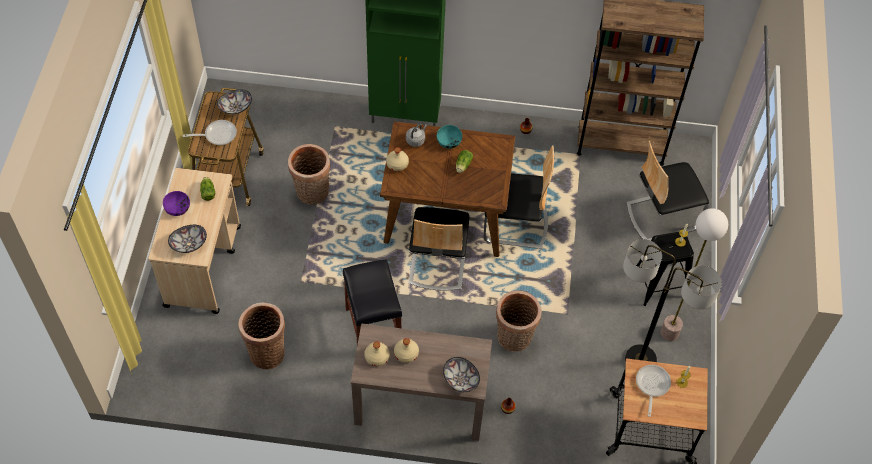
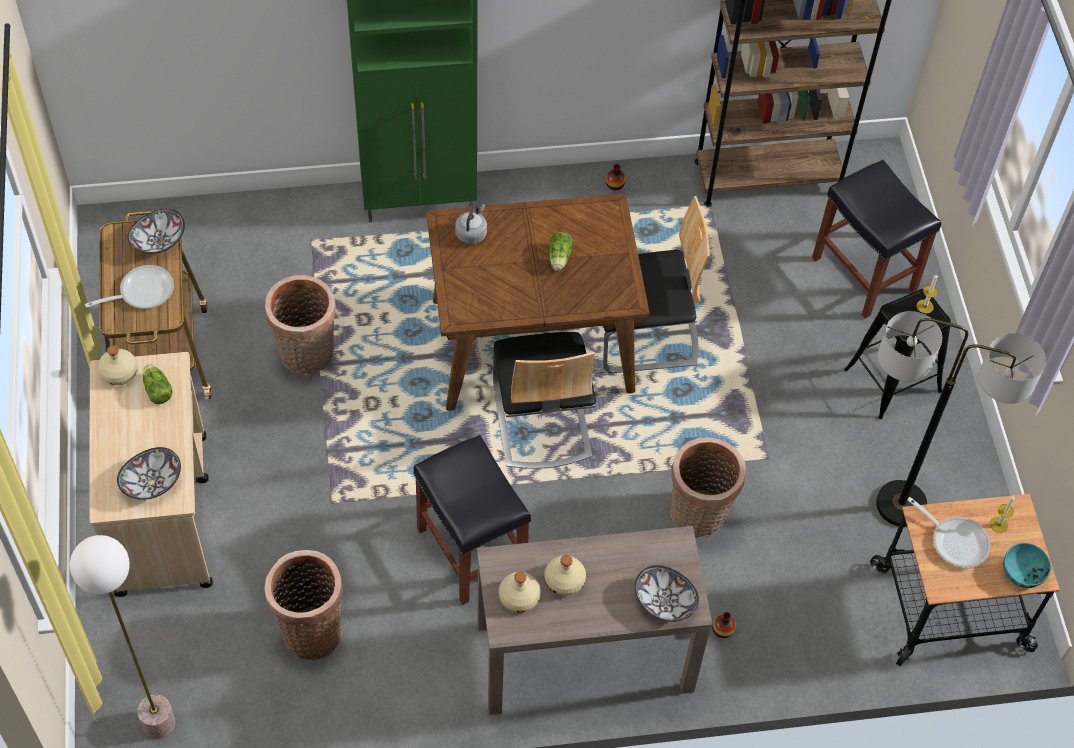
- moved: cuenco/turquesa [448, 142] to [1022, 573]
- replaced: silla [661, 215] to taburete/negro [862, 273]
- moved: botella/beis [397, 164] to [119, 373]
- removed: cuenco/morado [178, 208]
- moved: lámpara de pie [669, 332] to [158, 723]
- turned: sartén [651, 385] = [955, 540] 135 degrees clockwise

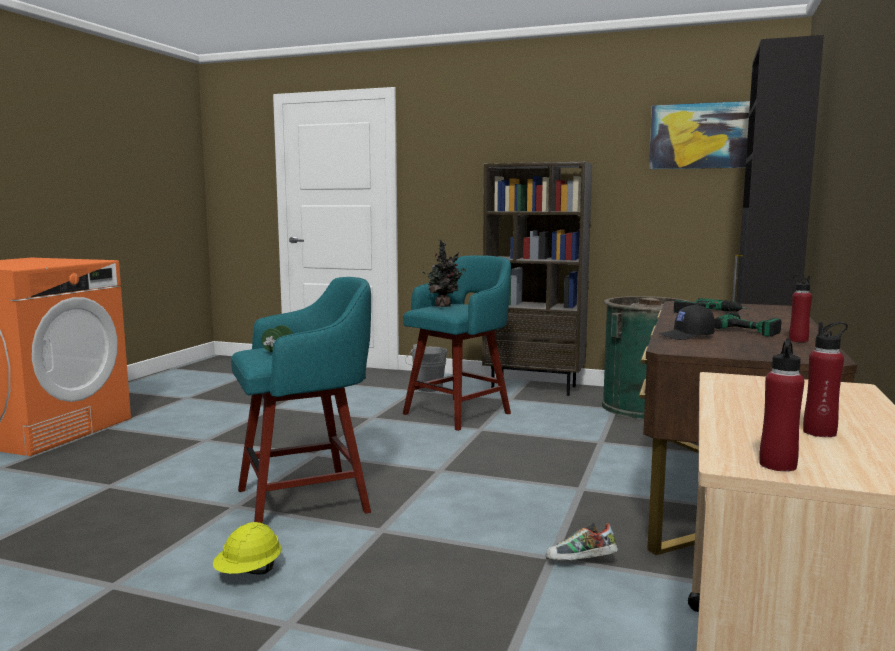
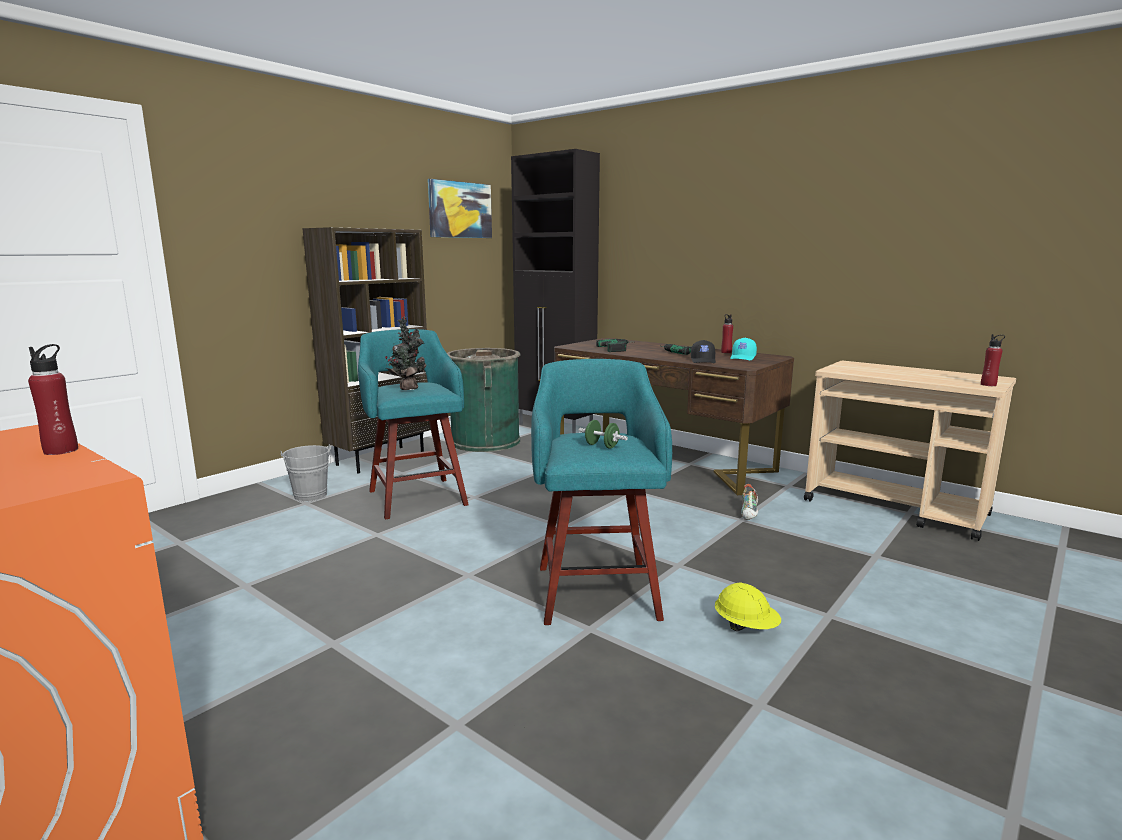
- moved: botella/rojo [819, 432] to [61, 450]
- added: gorra/turquesa [743, 358]

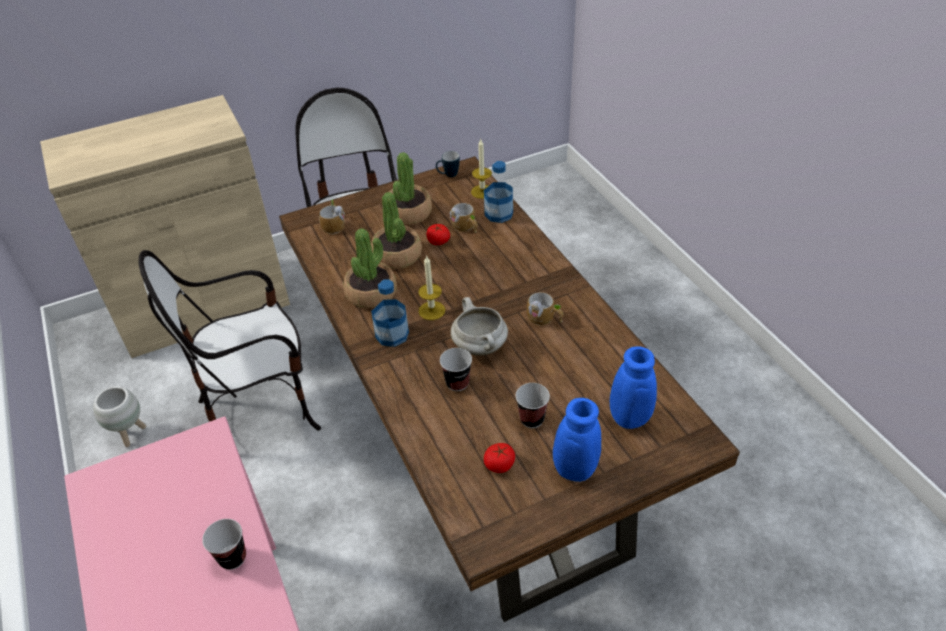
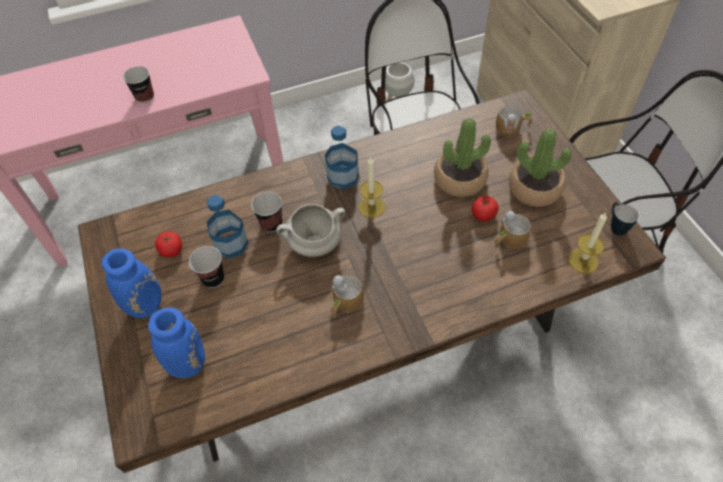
- moved: botella [499, 214] to [231, 244]
- removed: planta en maceta [371, 293]

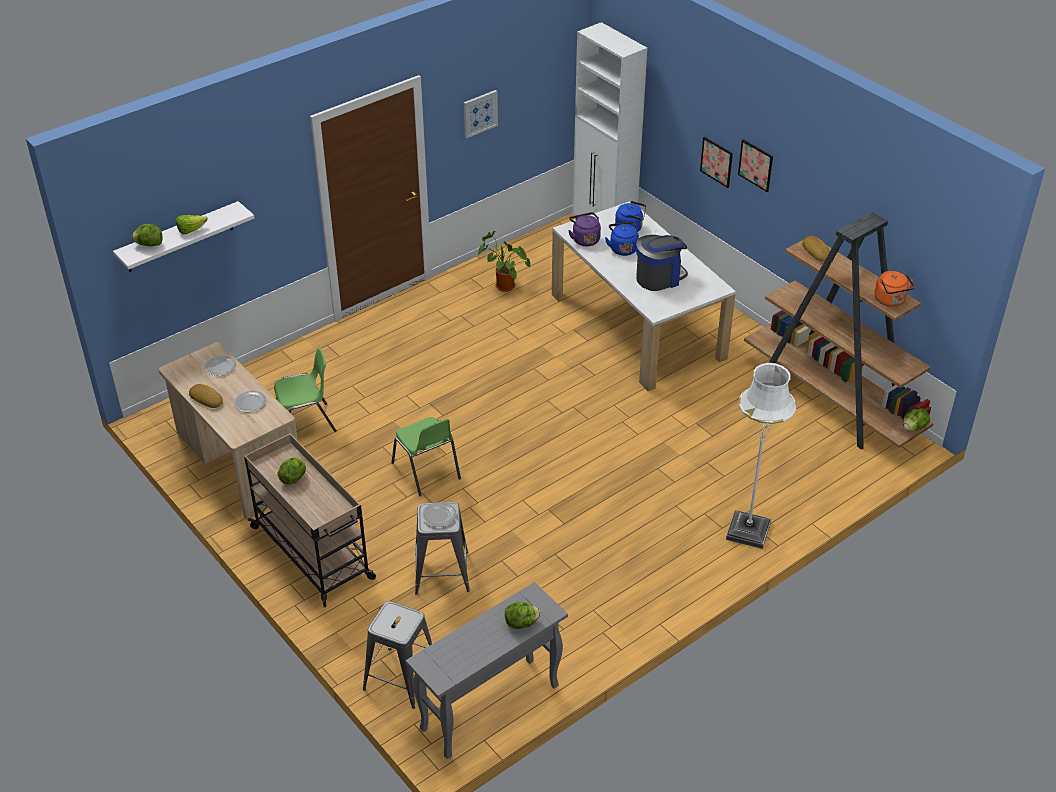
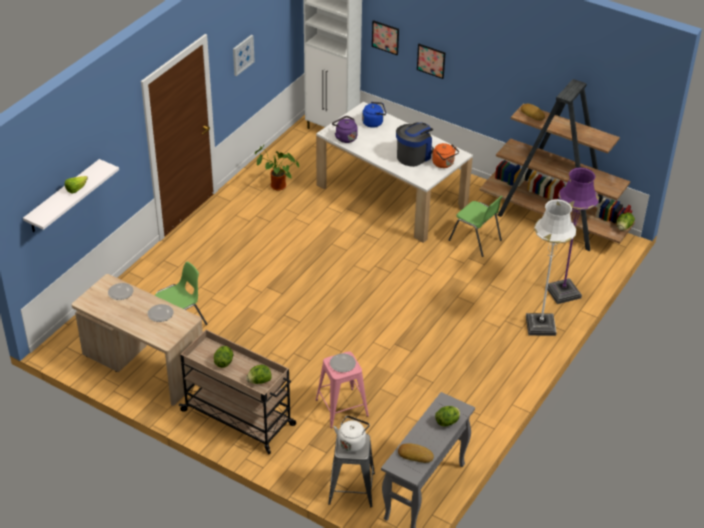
- moved: cuadro [755, 165] to [385, 37]
- removed: hervidor/azul [622, 248]
- moved: lechuga [149, 245] to [259, 381]
- moved: hervidor/naranja [890, 301] to [444, 164]
- moved: pan [207, 398] to [415, 454]
- moved: silla/verde [426, 471] to [475, 240]
- recoloured: taburete/gris [442, 572] to taburete/rosa [342, 408]
- added: lámpara de pie/morado [563, 292]
- added: hervidor/blanco [352, 442]

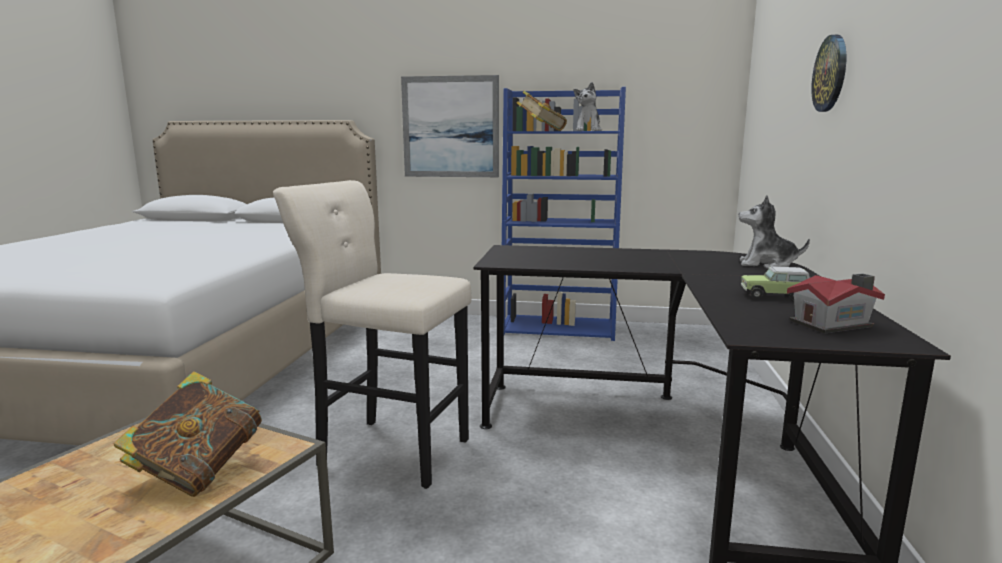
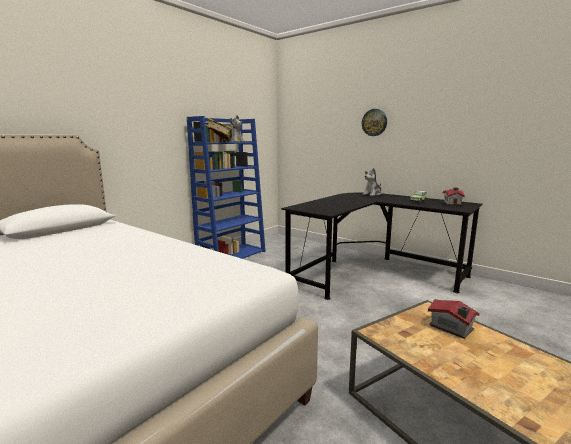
- removed: cuadro [450, 127]
- removed: taburete/beis [388, 450]
- replaced: libro [199, 472] to casita [452, 328]

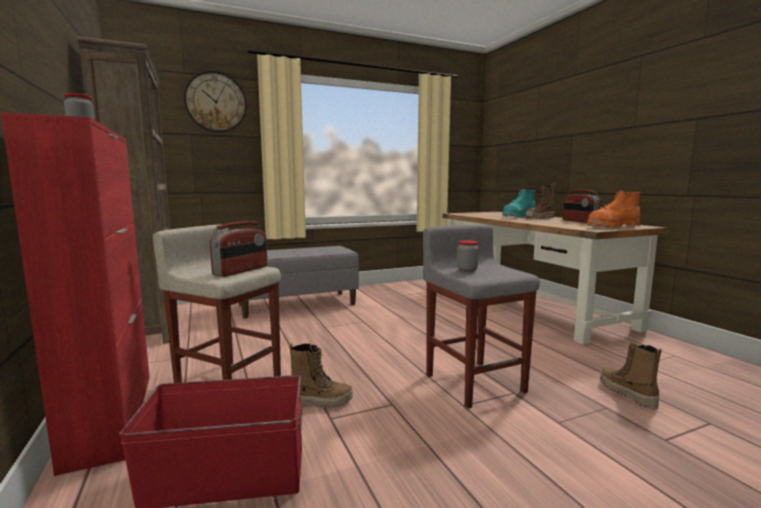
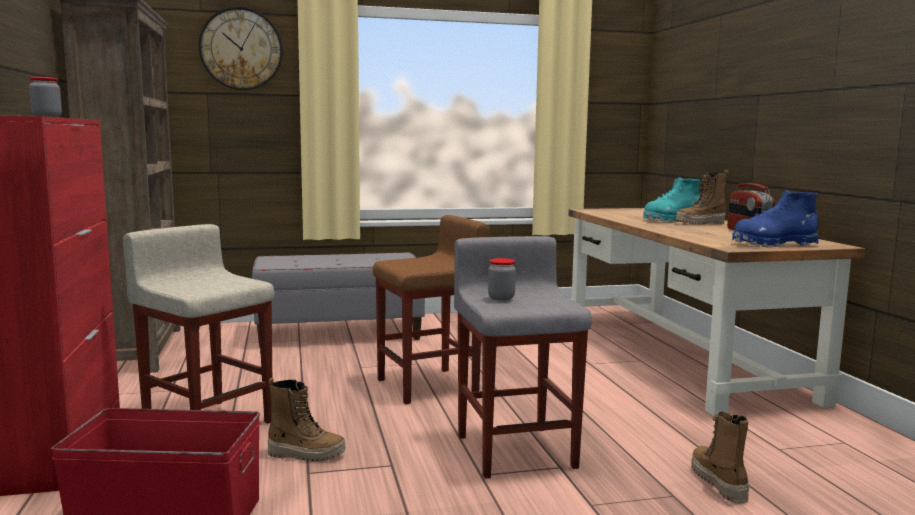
- recoloured: bota/naranja [612, 227] to bota/azul [773, 244]
- removed: radio [241, 271]
- added: taburete/marrón [429, 385]

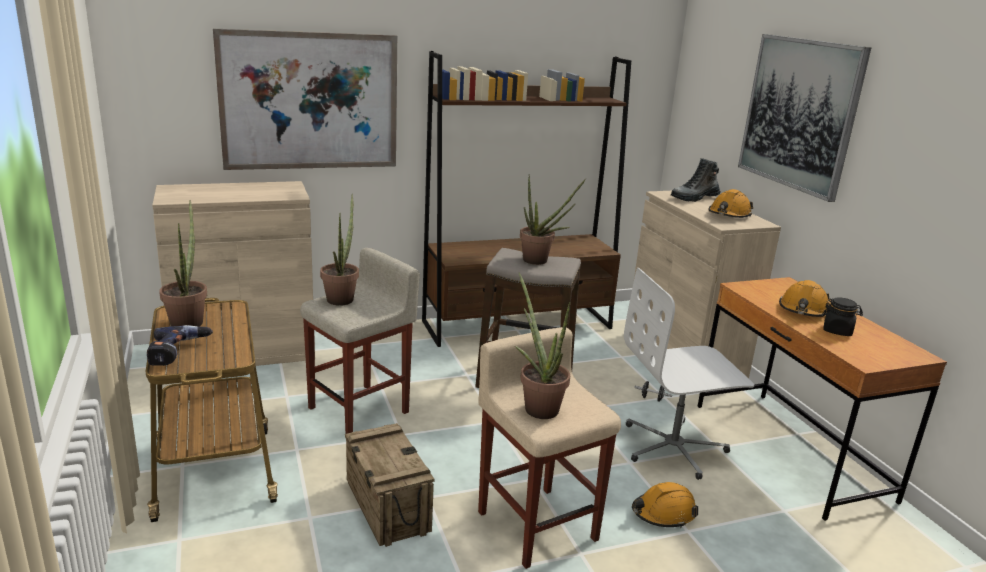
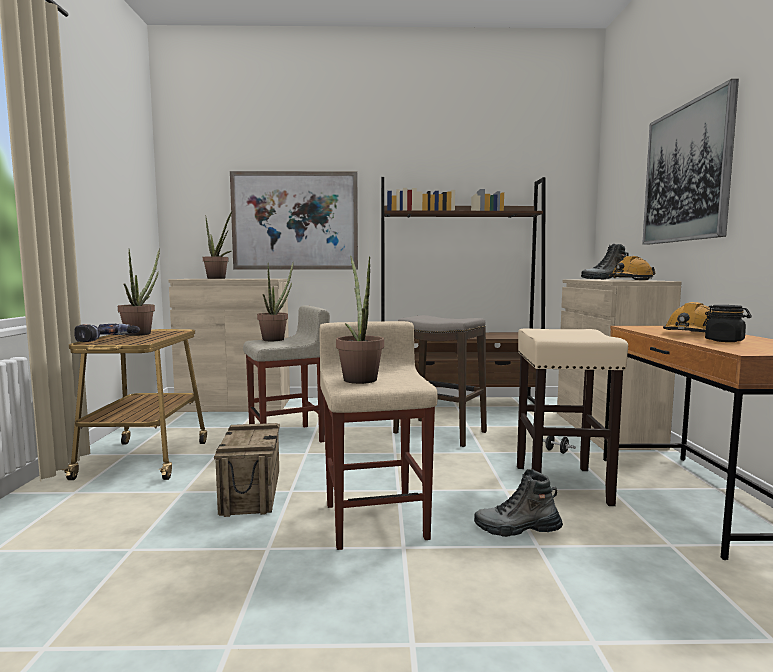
- moved: planta en maceta [540, 261] to [218, 278]
- replaced: silla de oficina/blanco [674, 447] to taburete/beis [560, 484]
- replaced: casco/naranja [663, 513] to bota [517, 529]

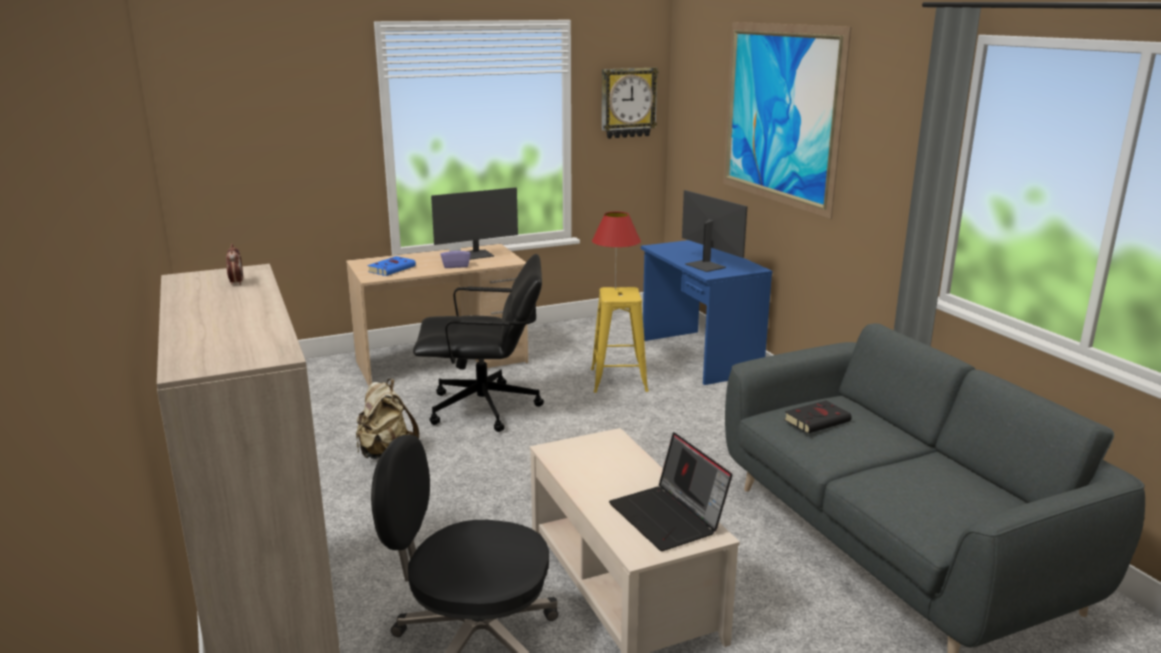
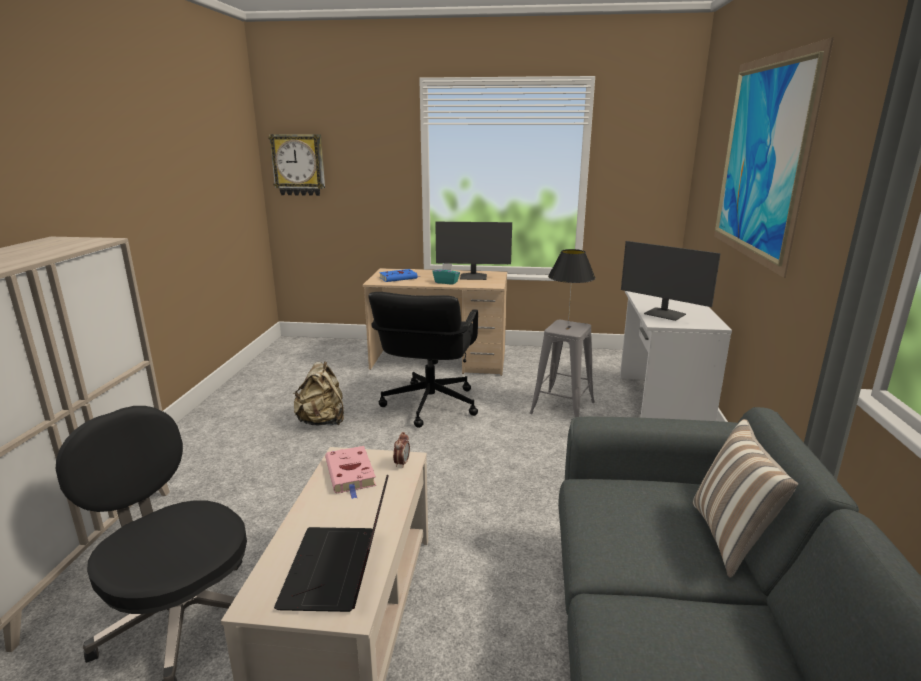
- moved: reloj de pared [628, 102] to [298, 165]
- turned: monitor [706, 265] = [664, 314] 135 degrees clockwise
- recoloured: lámpara de mesa/rojo [615, 289] to lámpara de mesa/negro [568, 323]
- recoloured: escritorio/azul [698, 356] to escritorio/blanco [659, 403]
- recoloured: caja de pañuelos/morado [455, 266] to caja de pañuelos/turquesa [446, 282]
- moved: despertador [236, 283] to [402, 463]
- turned: silla de oficina/negro [485, 408] = [429, 405] 75 degrees clockwise
- recoloured: taburete/amarillo [619, 380] to taburete/gris [562, 408]
- removed: libro/negro [818, 420]
- added: cojín [730, 538]
- added: libro/rosa [351, 474]

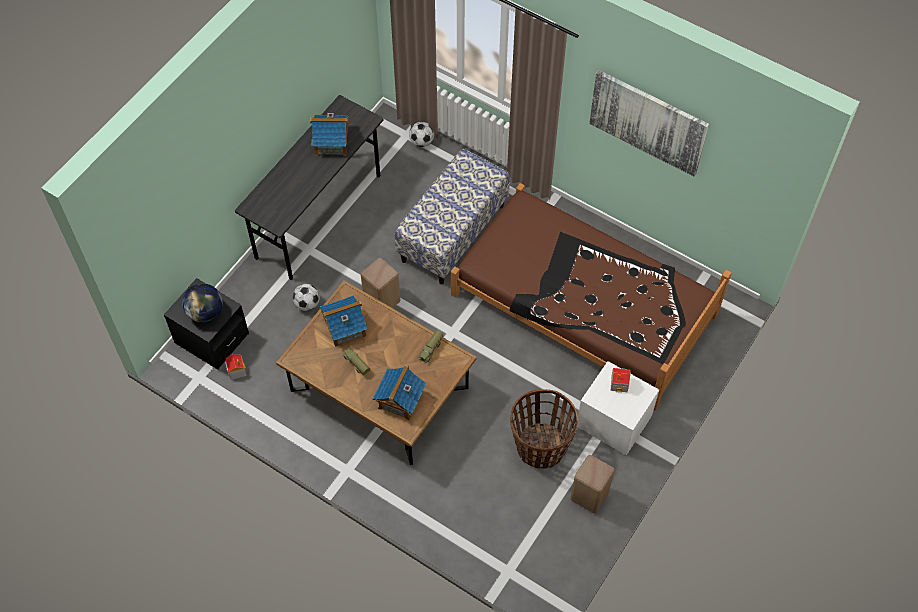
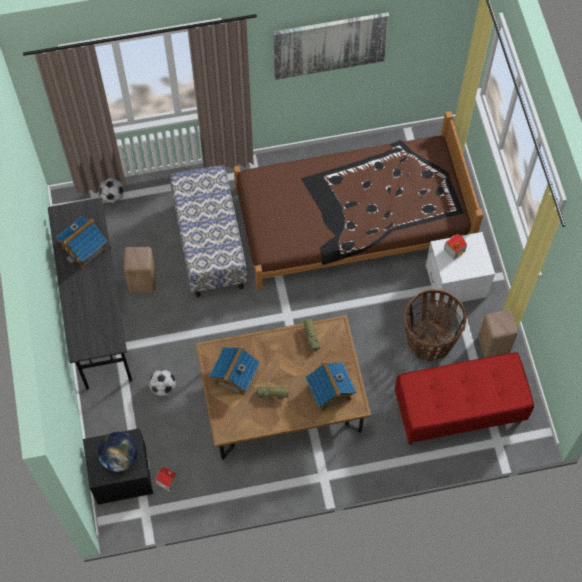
- moved: taburete/beis [383, 301] to [143, 281]
- added: banco/rojo [458, 411]

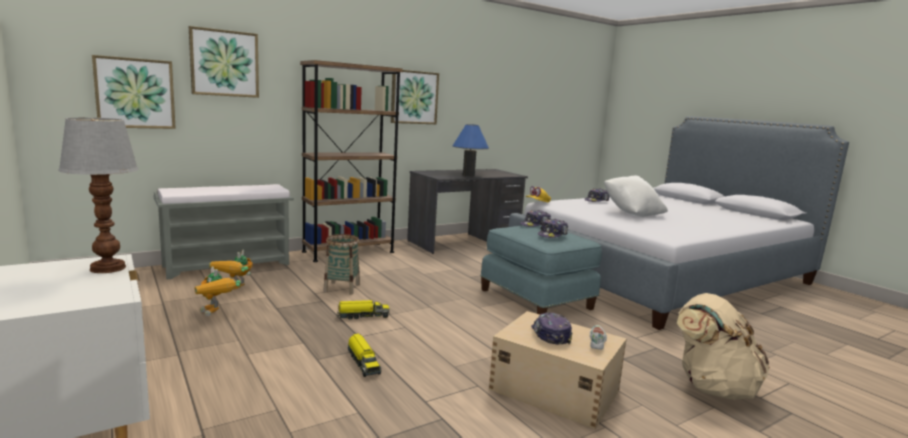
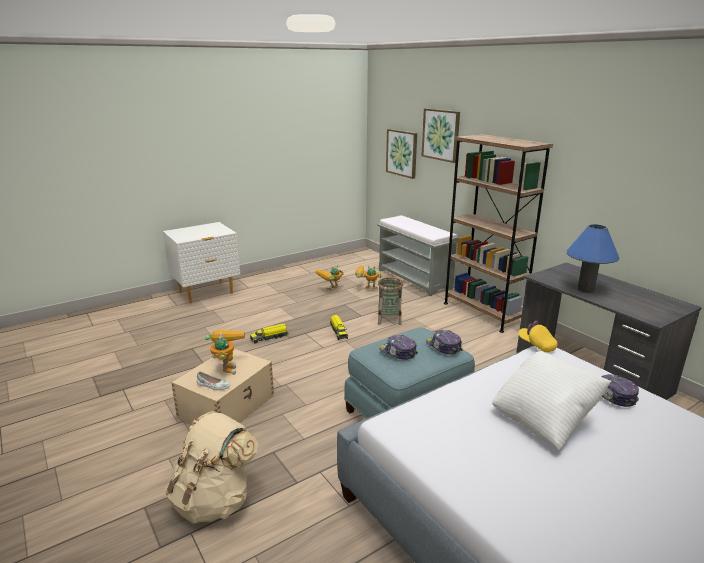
- removed: cuadro [414, 97]
- removed: lámpara de mesa [109, 268]
- replaced: gorra [550, 335] to robot de juguete [226, 367]

